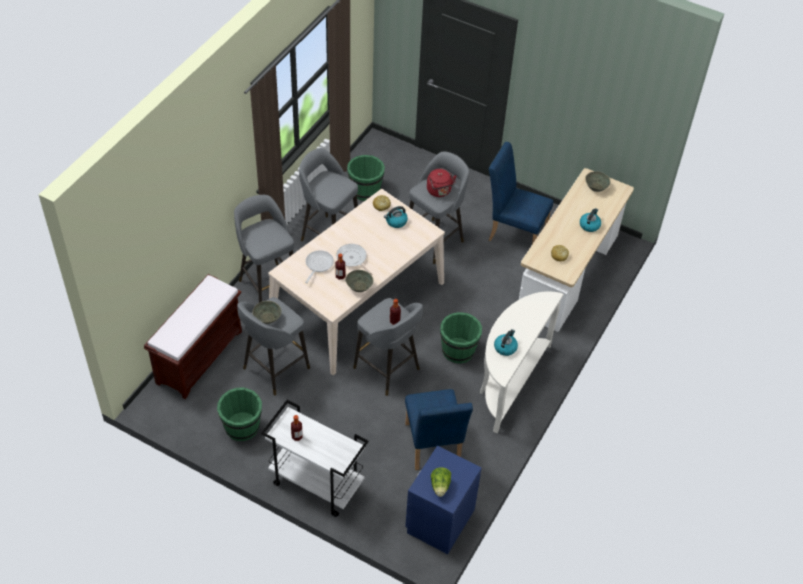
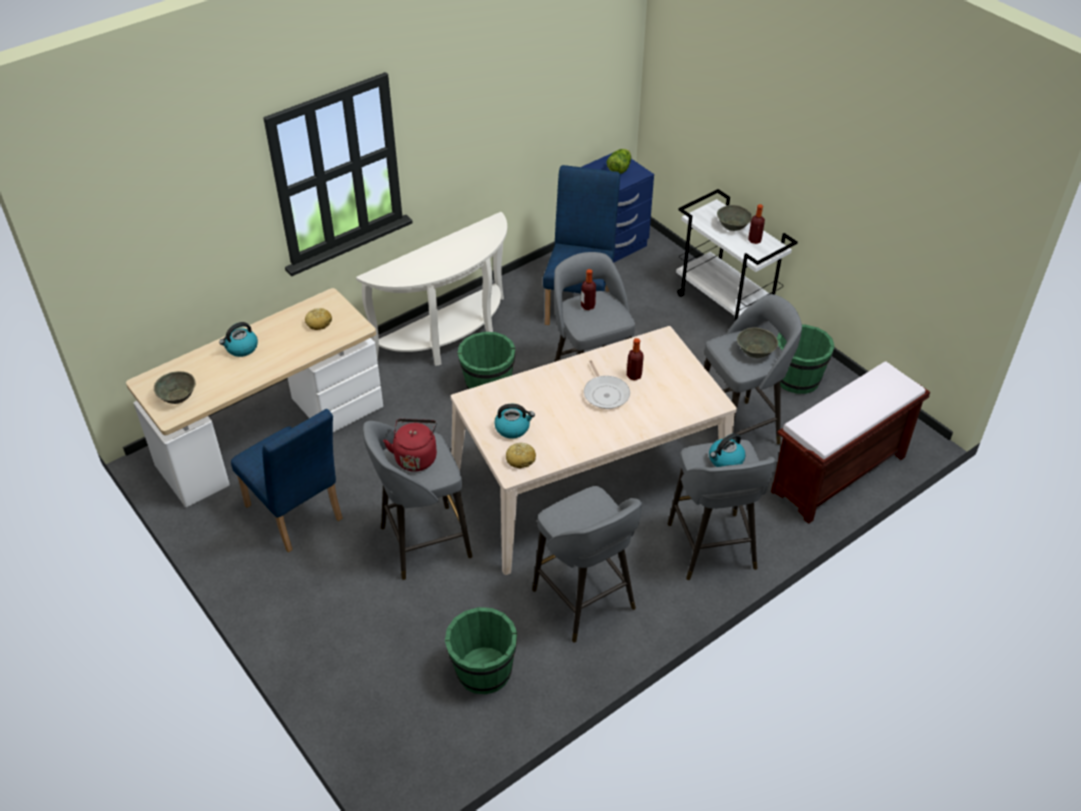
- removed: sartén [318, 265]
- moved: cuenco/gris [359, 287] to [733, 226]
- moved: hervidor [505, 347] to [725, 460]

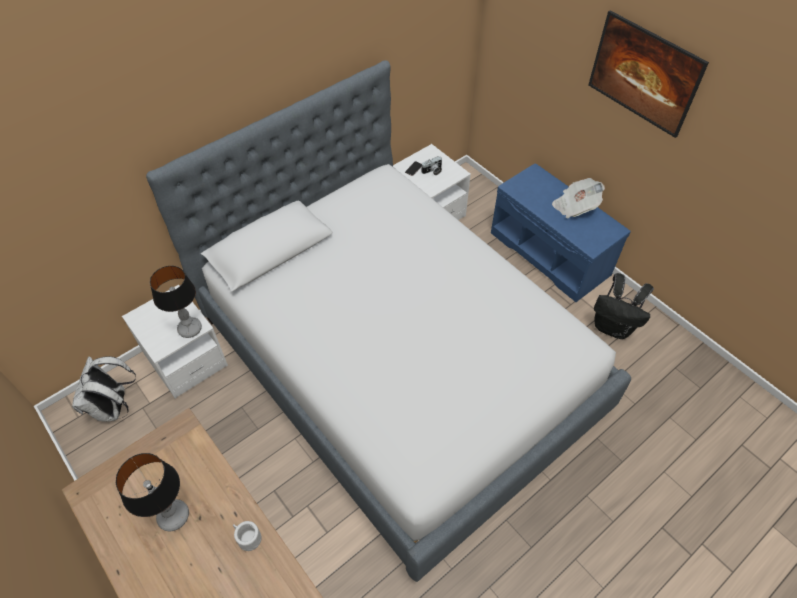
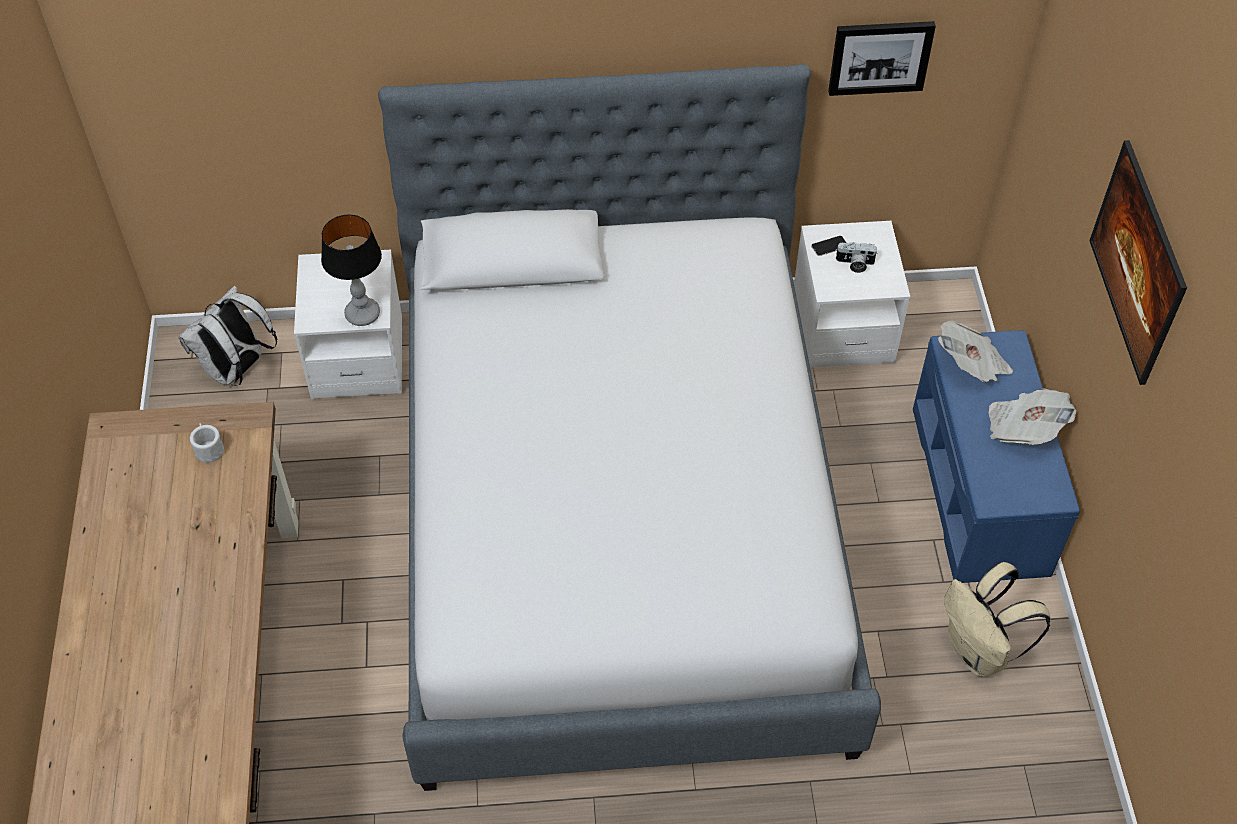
- recoloured: mochila/negro [613, 327] to mochila/beis [980, 652]
- removed: lámpara de mesa [173, 516]
- moved: taza grande/blanco [247, 537] to [208, 448]
- added: cuadro [880, 56]
- added: periódico [971, 366]

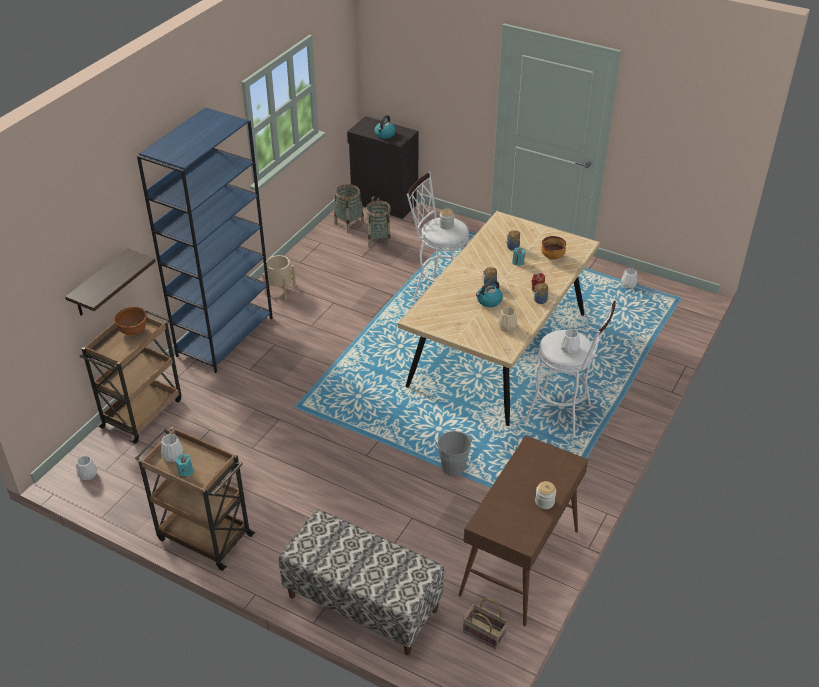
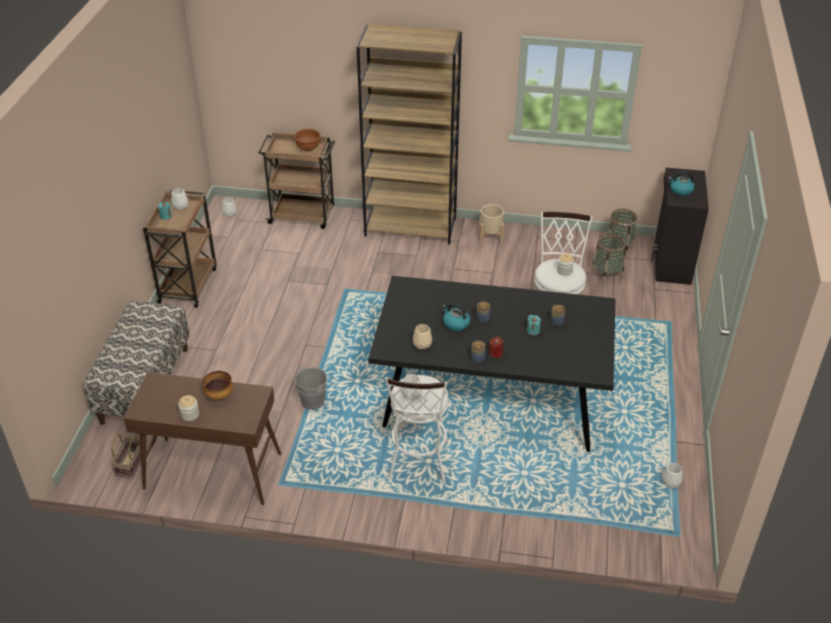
- recoloured: estantería/azul [225, 336] to estantería/marrón [411, 227]
- recoloured: mesa de comedor/beis [498, 350] to mesa de comedor/negro [490, 397]
- moved: cuenco [552, 257] to [219, 396]
- removed: estante [100, 284]

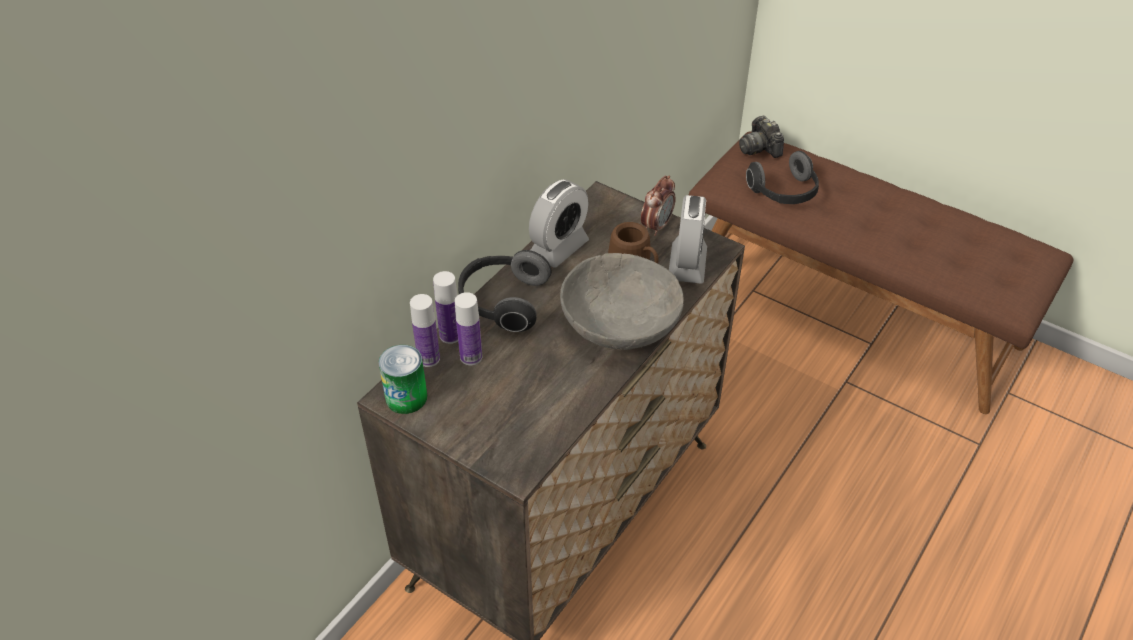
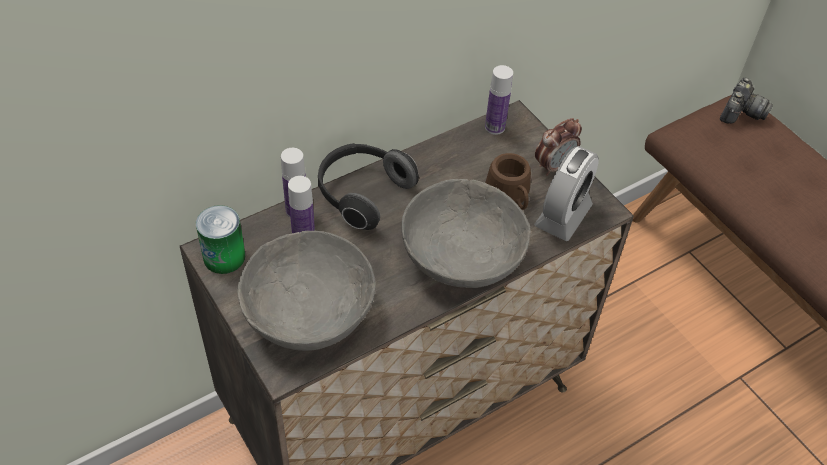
- turned: cámara [760, 148] = [741, 112] 150 degrees counterclockwise
- removed: auriculares [784, 193]
- removed: despertador [559, 248]
- moved: botella [428, 358] to [494, 127]
- added: cuenco/gris [310, 311]

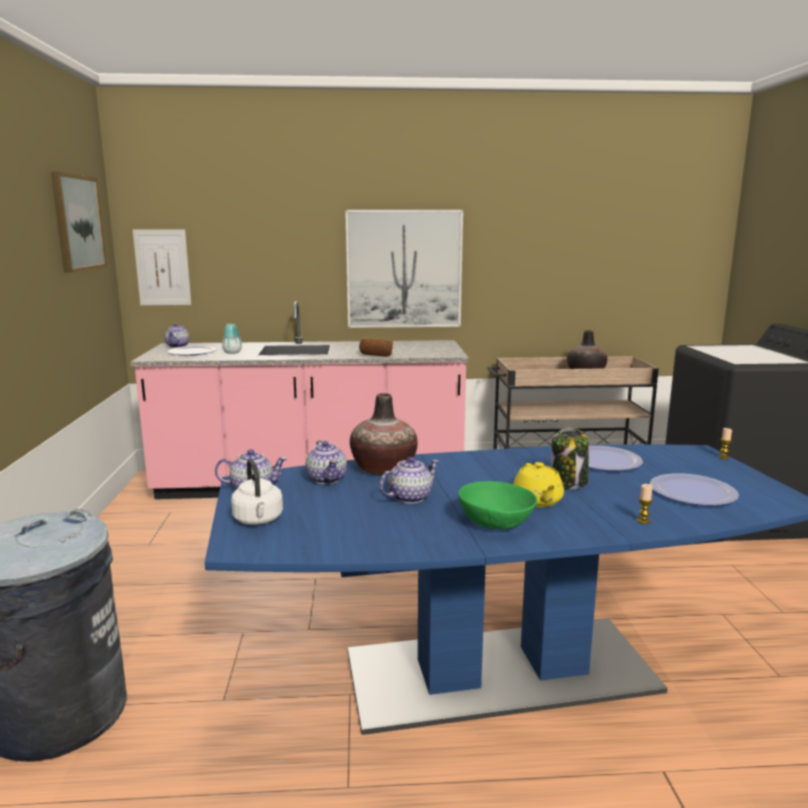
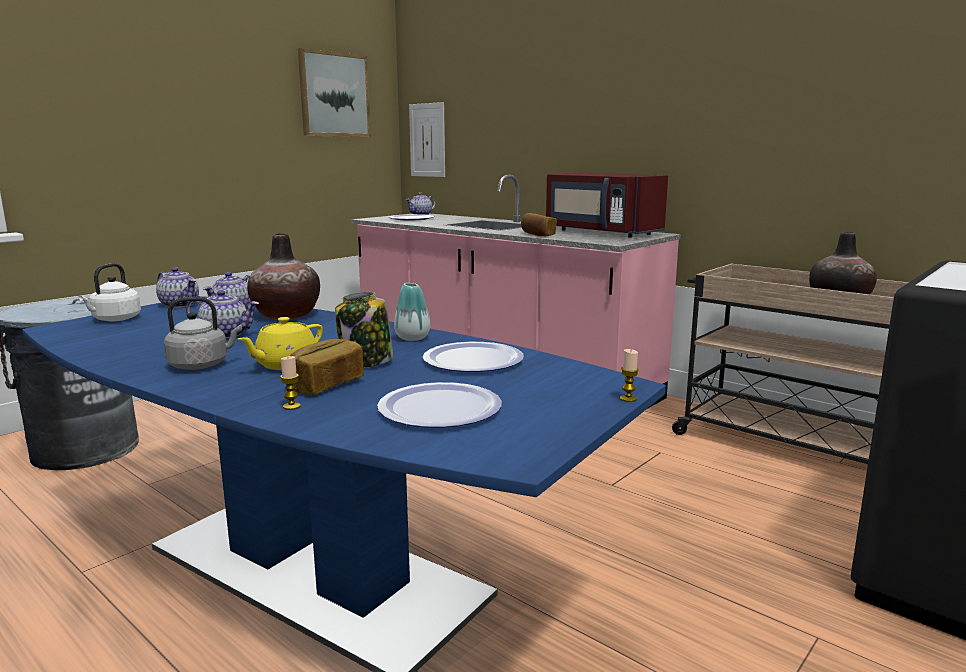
- removed: cuadro [404, 269]
- moved: florero [232, 352] to [412, 338]
- replaced: cuenco/verde [496, 522] to hervidor/gris [202, 365]
- added: microondas/rojo [600, 232]
- added: pan [325, 385]

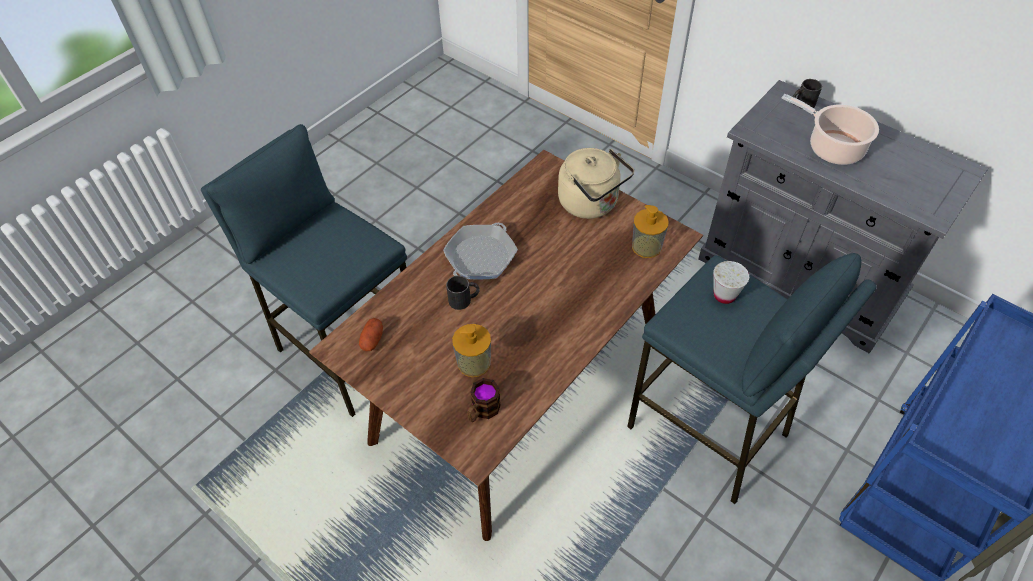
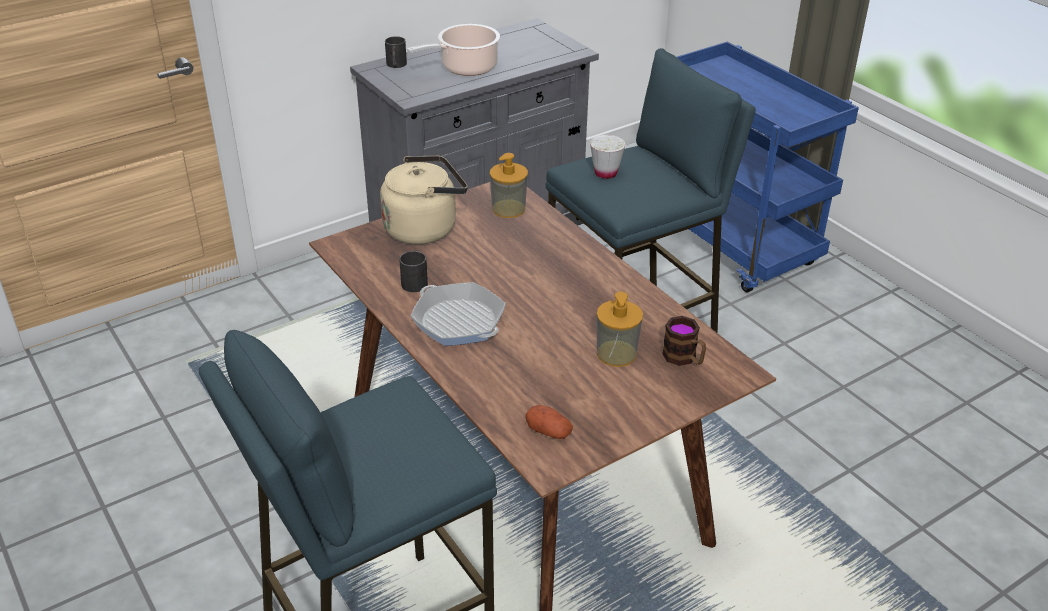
- moved: taza grande/negro [464, 299] to [415, 281]

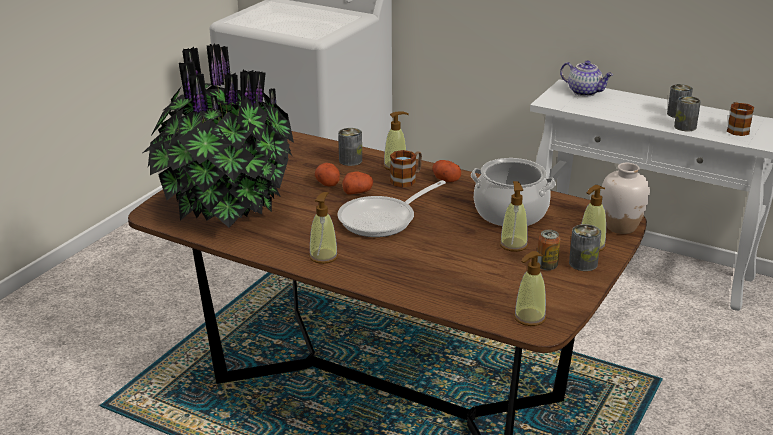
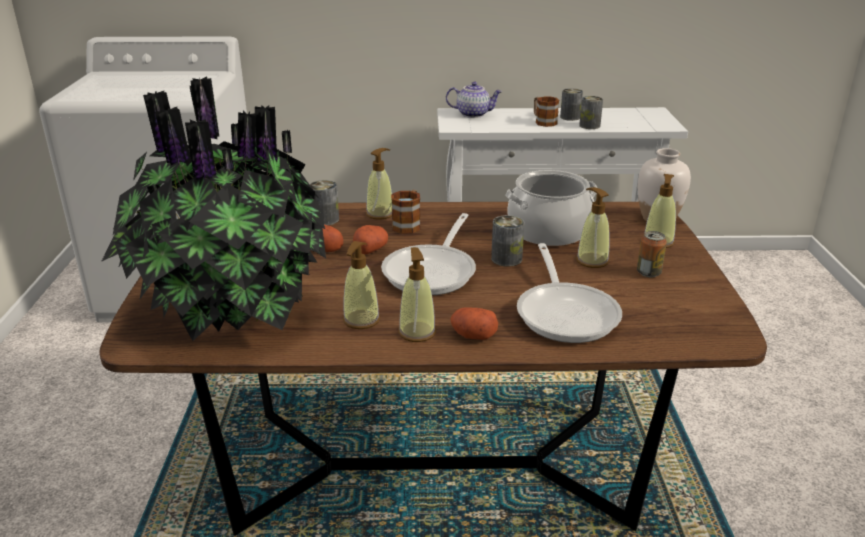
- moved: taza grande [736, 129] to [543, 122]
- moved: patata [445, 179] to [472, 335]
- moved: lata [583, 263] to [506, 259]
- moved: dispensador de jabón [529, 318] to [361, 320]
- added: sartén [566, 313]

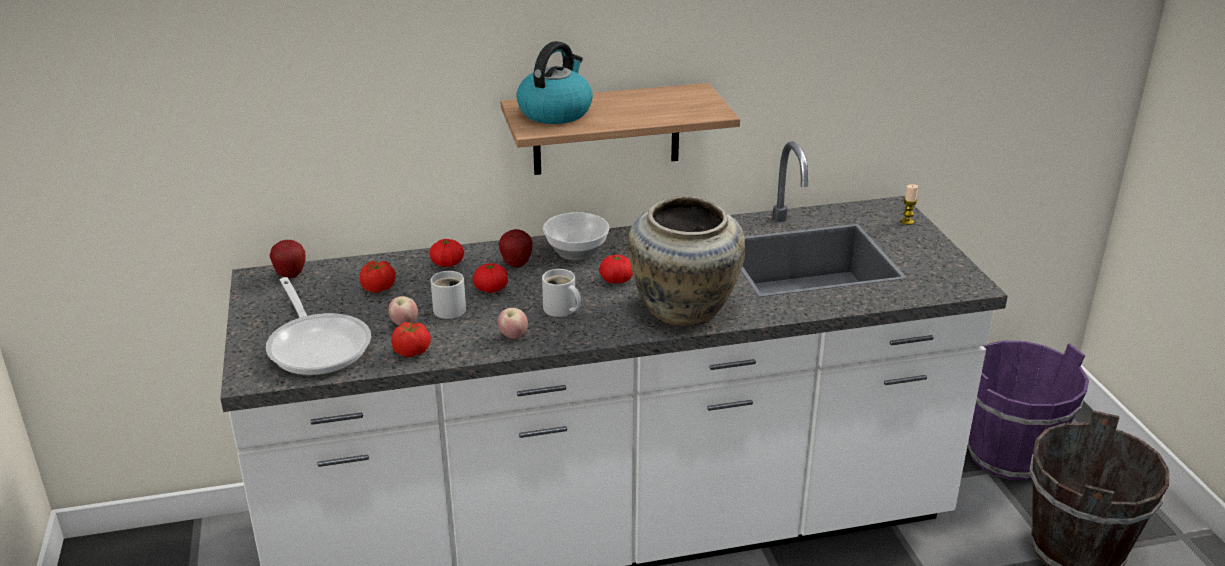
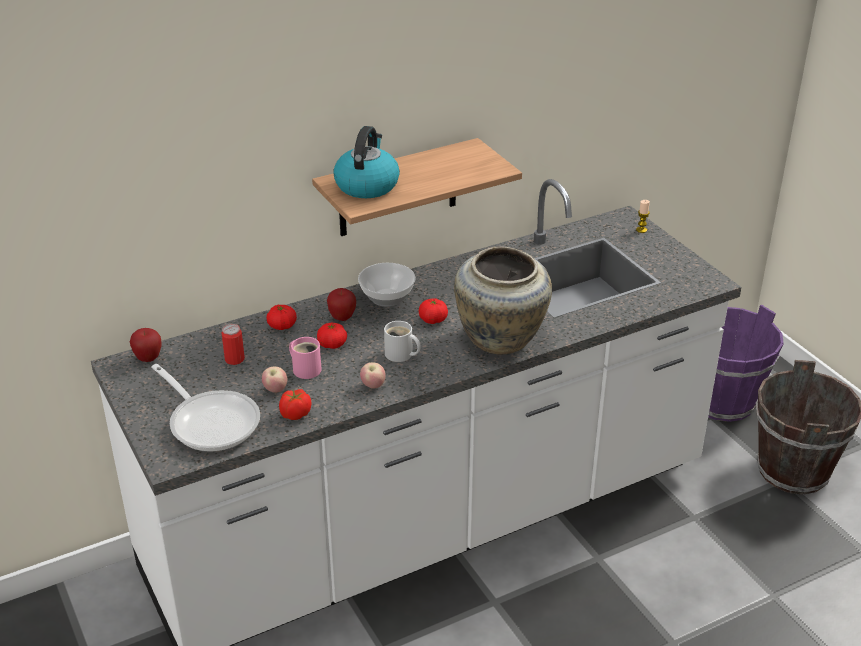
- replaced: tomate [378, 288] to lata [234, 359]
- recoloured: taza grande/blanco [449, 308] to taza grande/rosa [306, 368]

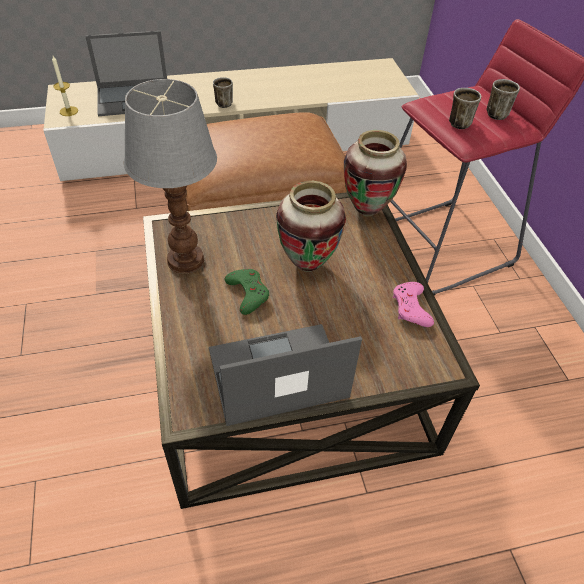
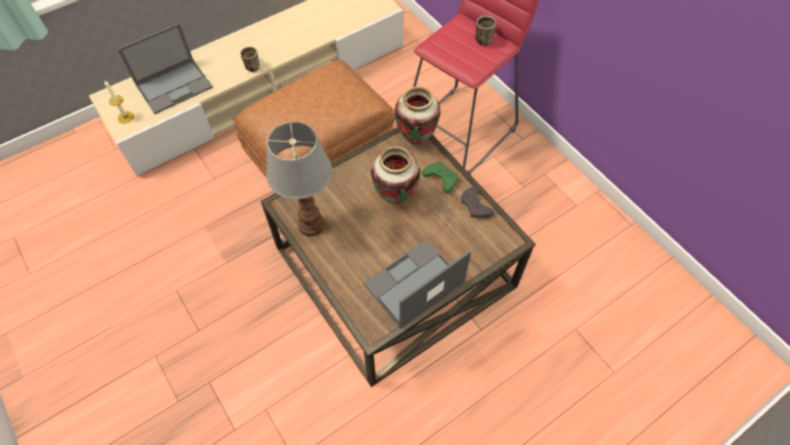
- removed: taza grande [458, 122]
- moved: mando de consola/verde [248, 293] to [441, 178]
- recoloured: mando de consola/rosa [411, 308] to mando de consola/gris [475, 206]

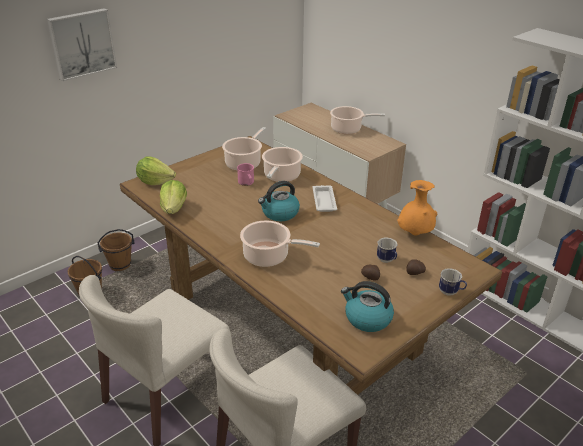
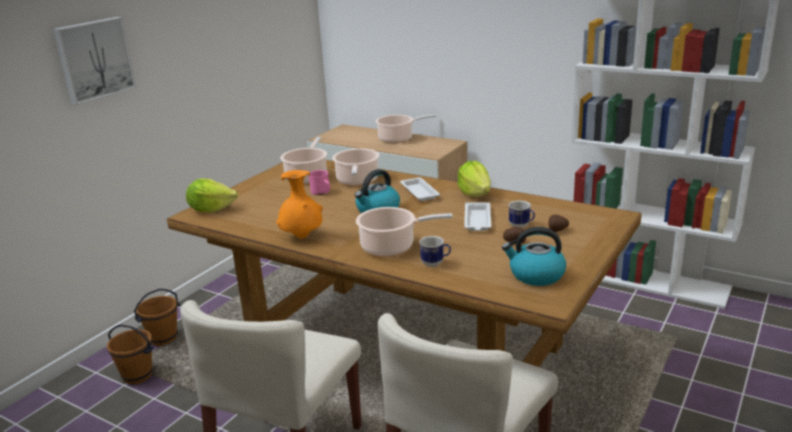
- moved: lechuga [174, 209] to [475, 194]
- moved: florero/naranja [415, 234] to [302, 237]
- moved: taza grande [451, 292] to [435, 263]
- added: bandeja/blanco [477, 220]

